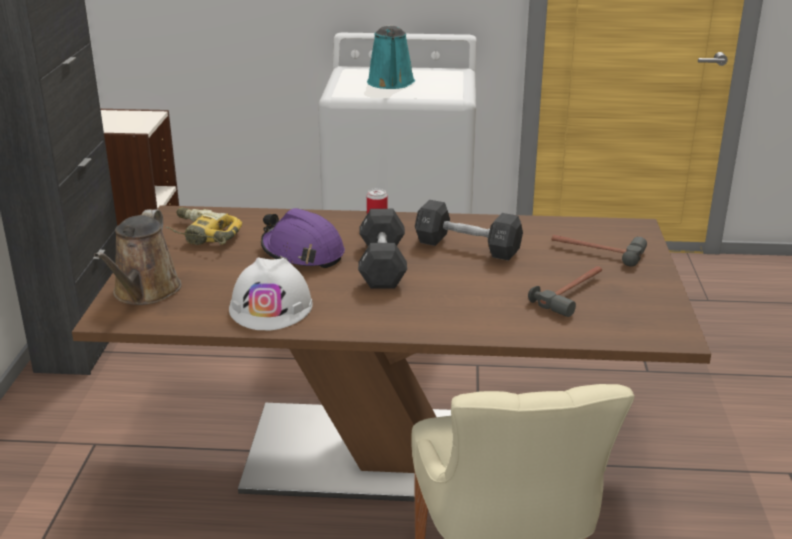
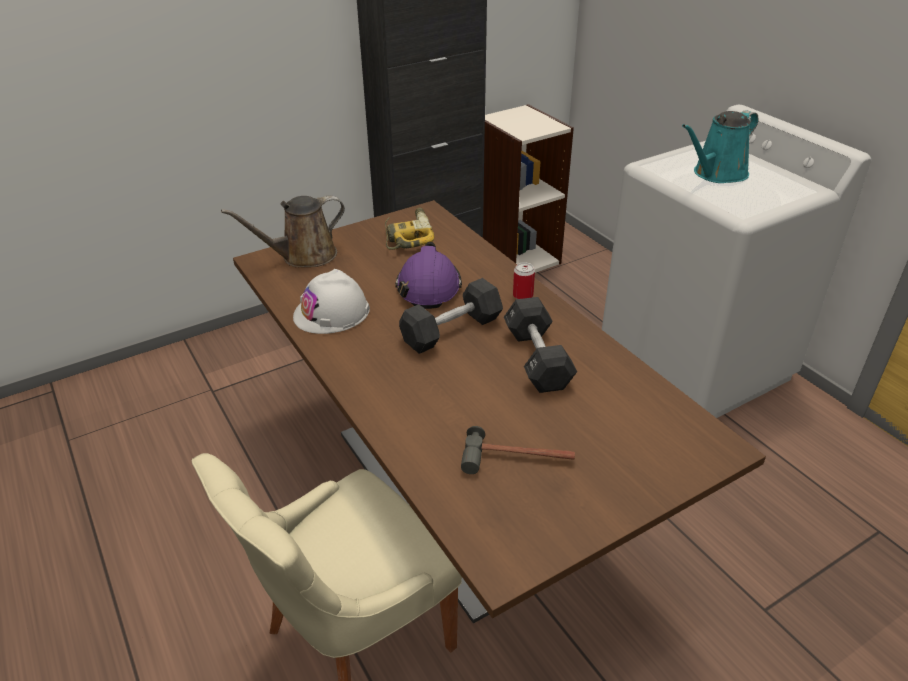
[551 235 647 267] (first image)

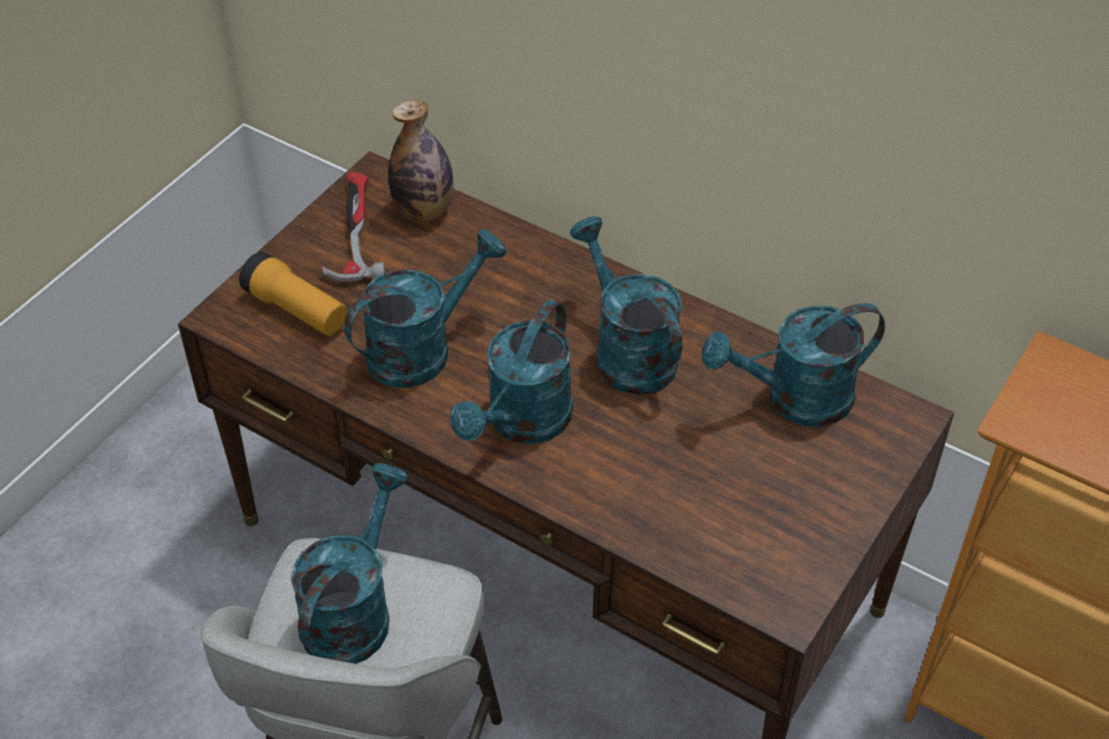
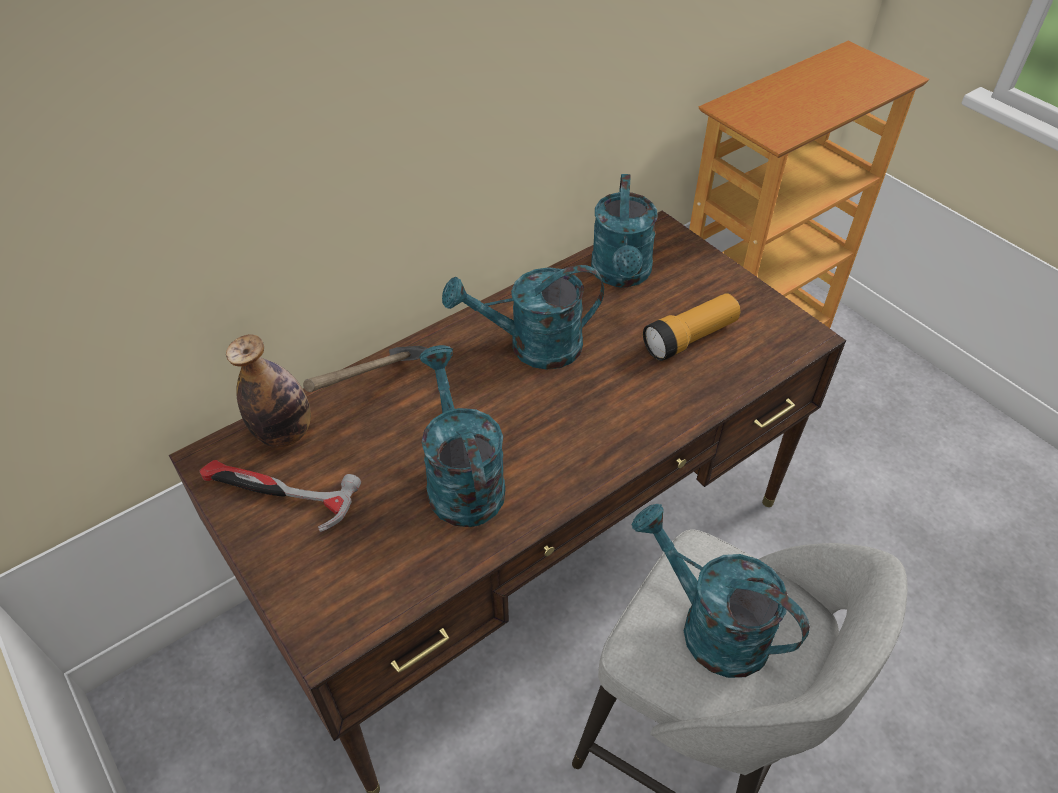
[303 346 428 392]
[643 293 741 361]
[450 300 573 444] (first image)

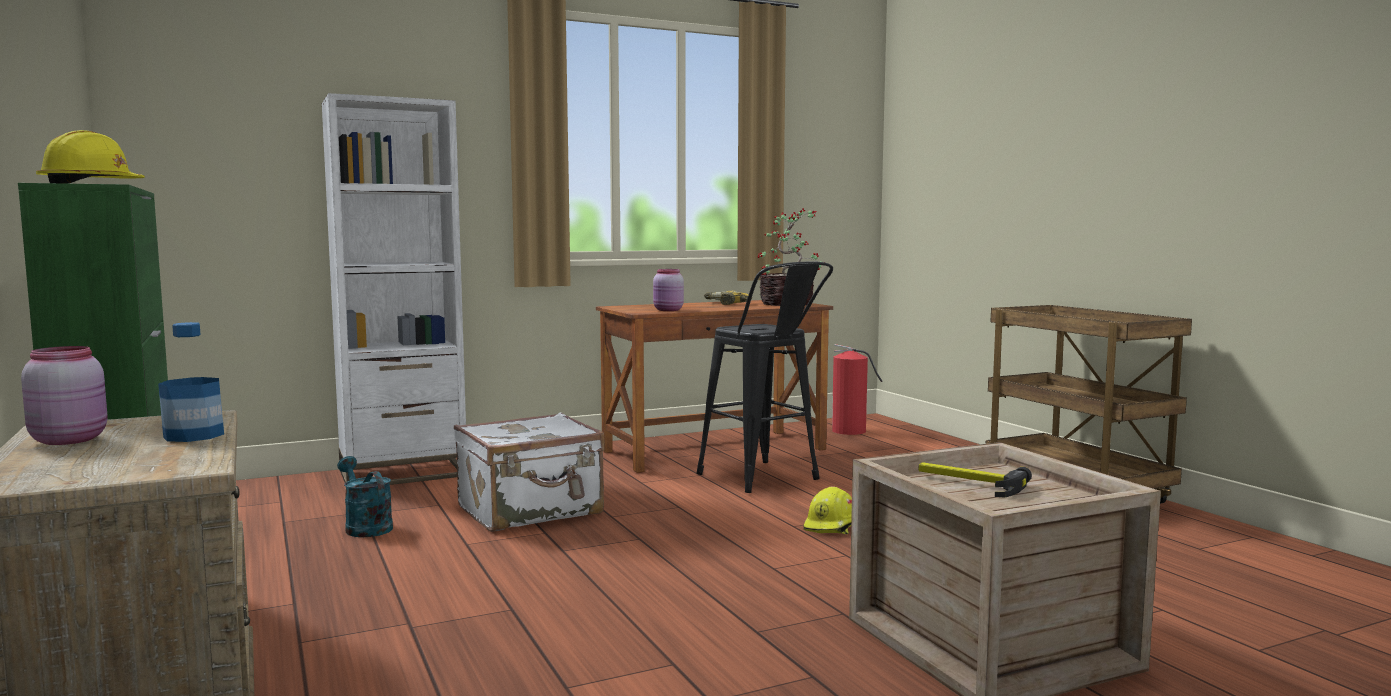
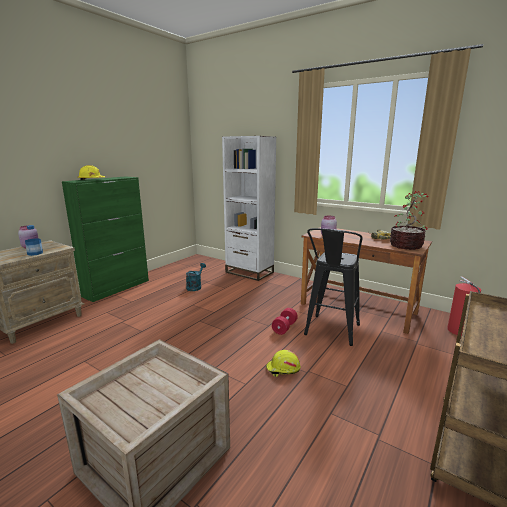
[272 308 298 335]
[454 413 604 532] (first image)
[919 462 1032 498] (first image)

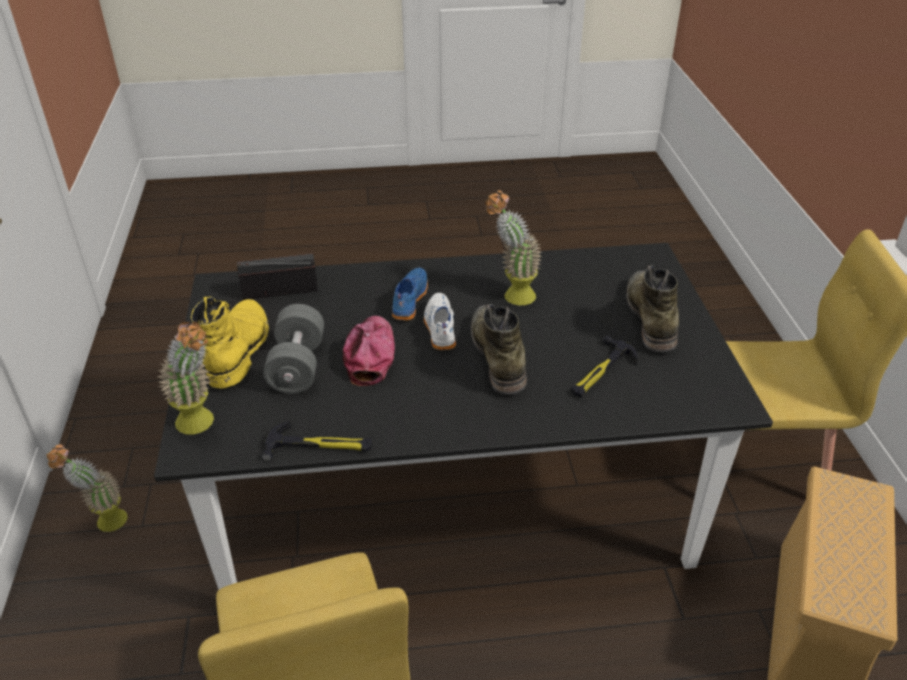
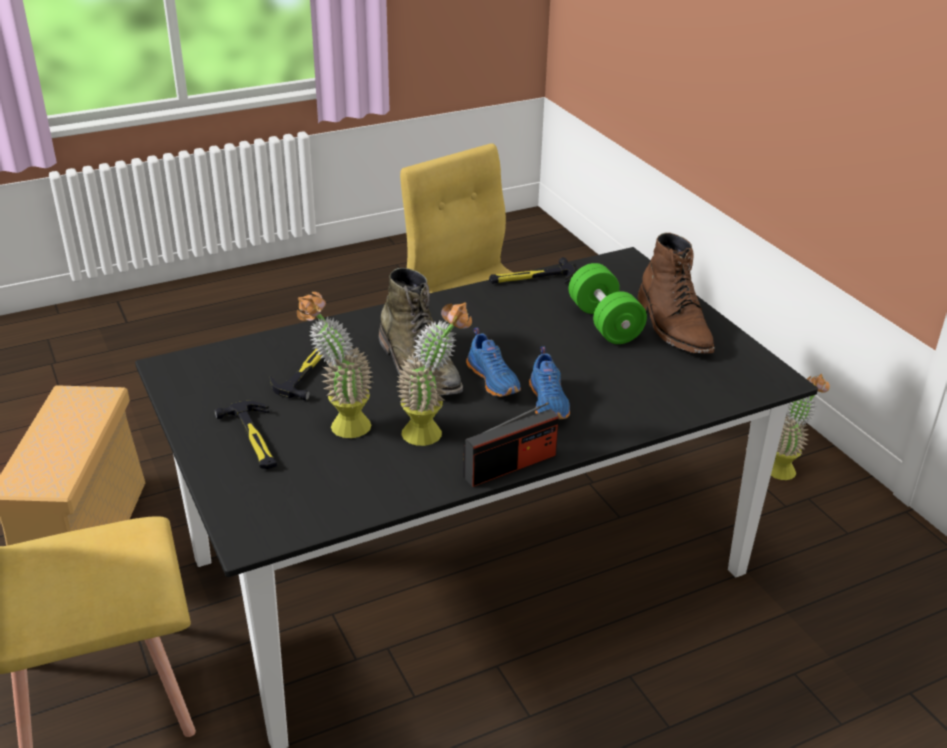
[215 401 277 469]
[297 292 373 438]
[463 402 559 487]
[466 328 521 397]
[569 263 647 344]
[638 233 715 353]
[343 316 395 386] (first image)

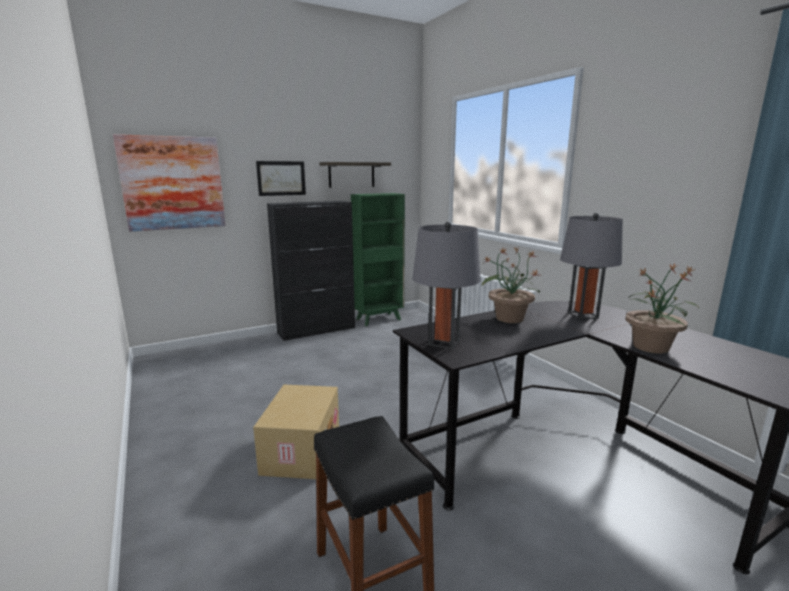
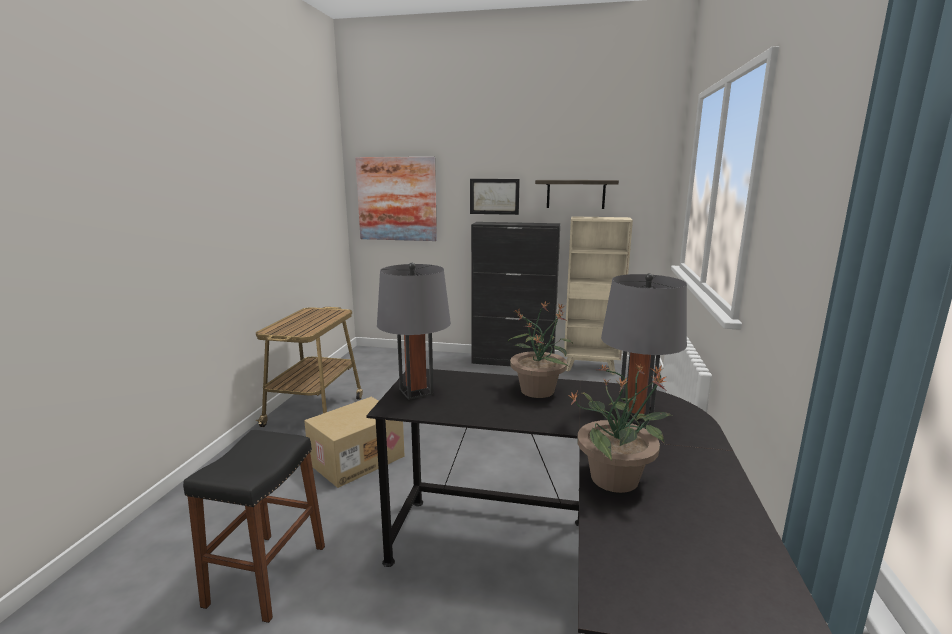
[255 307 363 427]
[564 216 633 375]

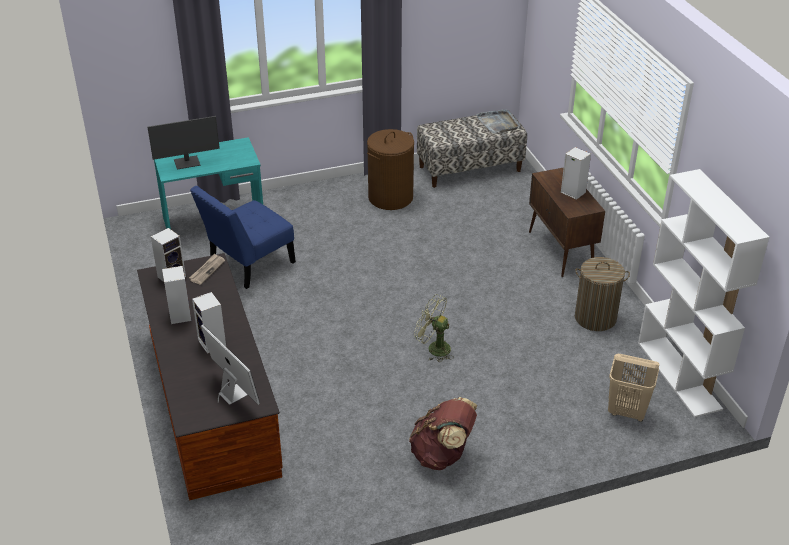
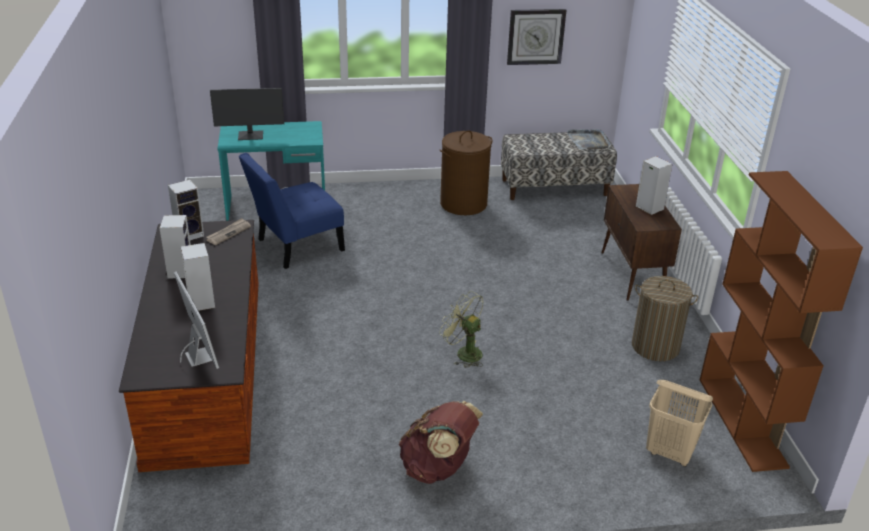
[507 9 566 65]
[700 171 863 472]

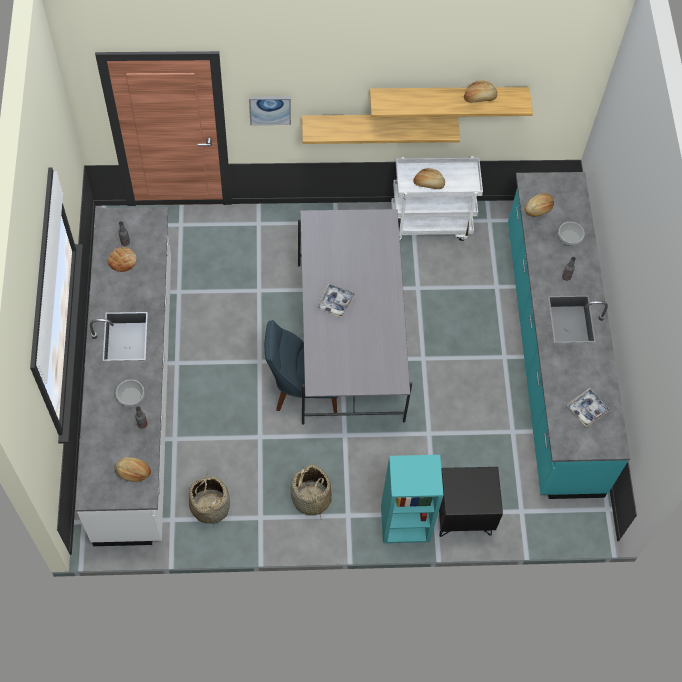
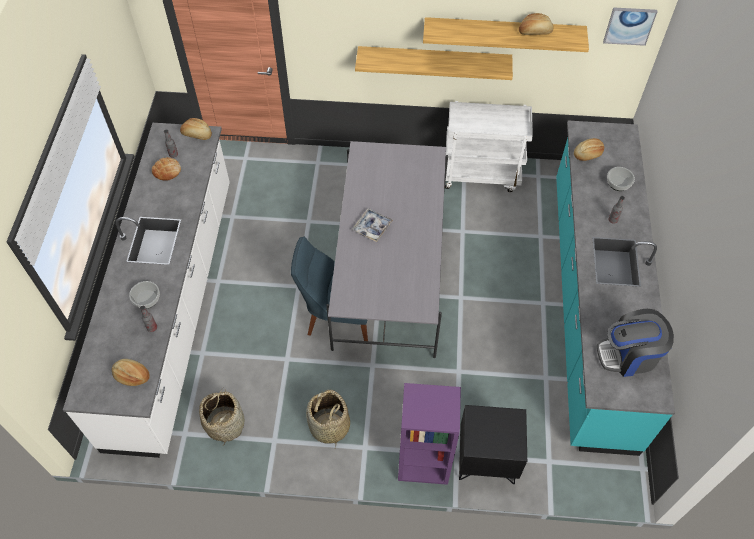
[180 118 212 140]
[398 383 461 485]
[597 309 674 377]
[603 7 658 46]

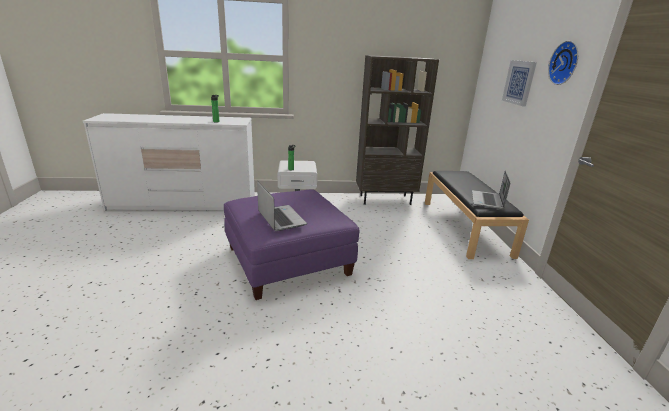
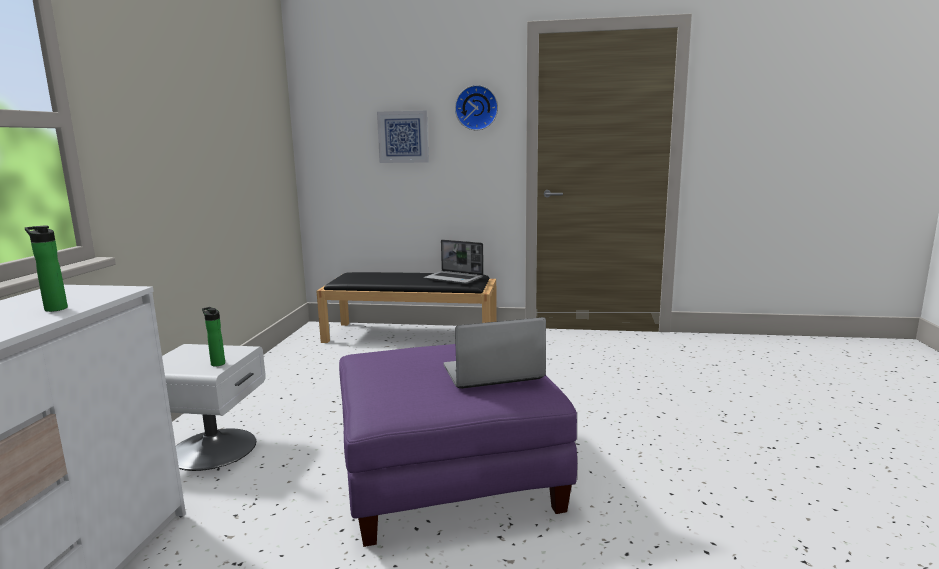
[356 55 439 205] (first image)

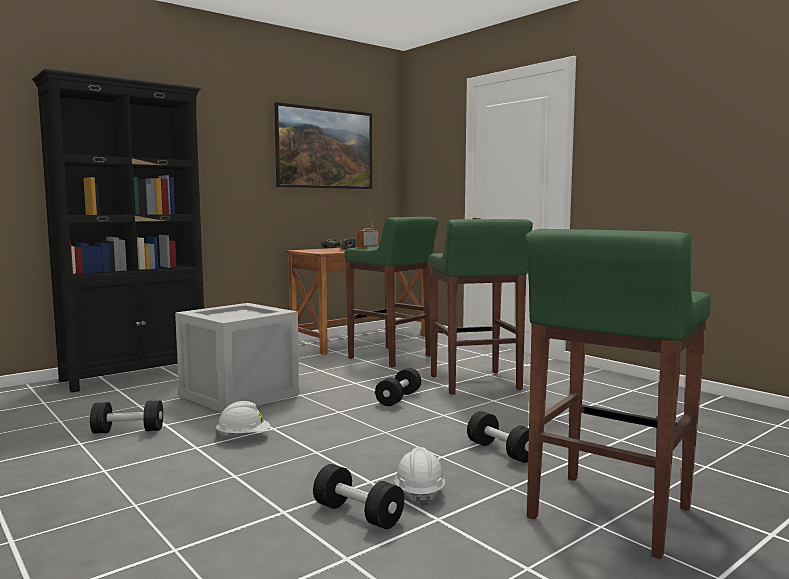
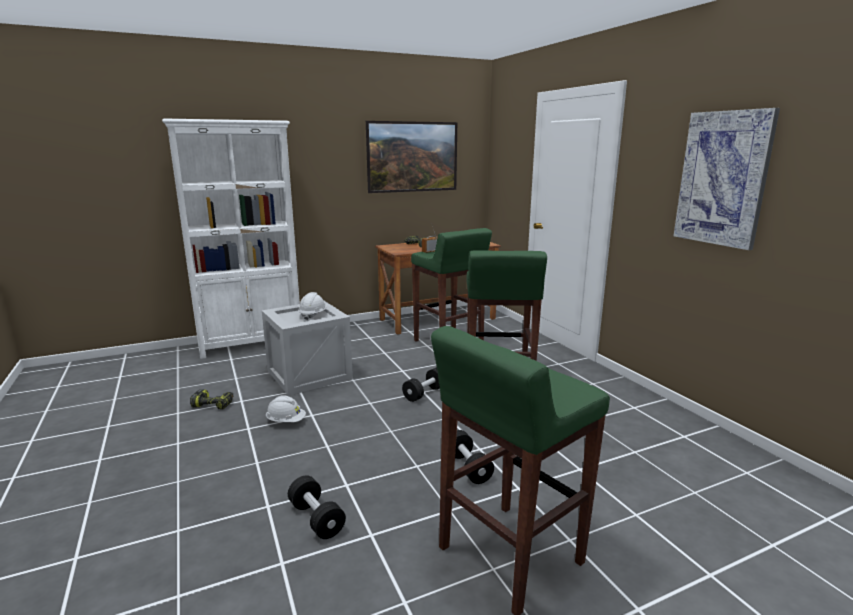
[162 119 300 359]
[190 389 233 409]
[298 292 328 320]
[673 108 780 250]

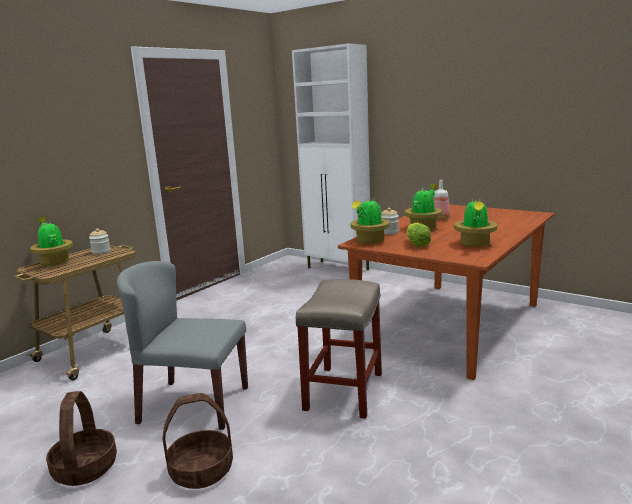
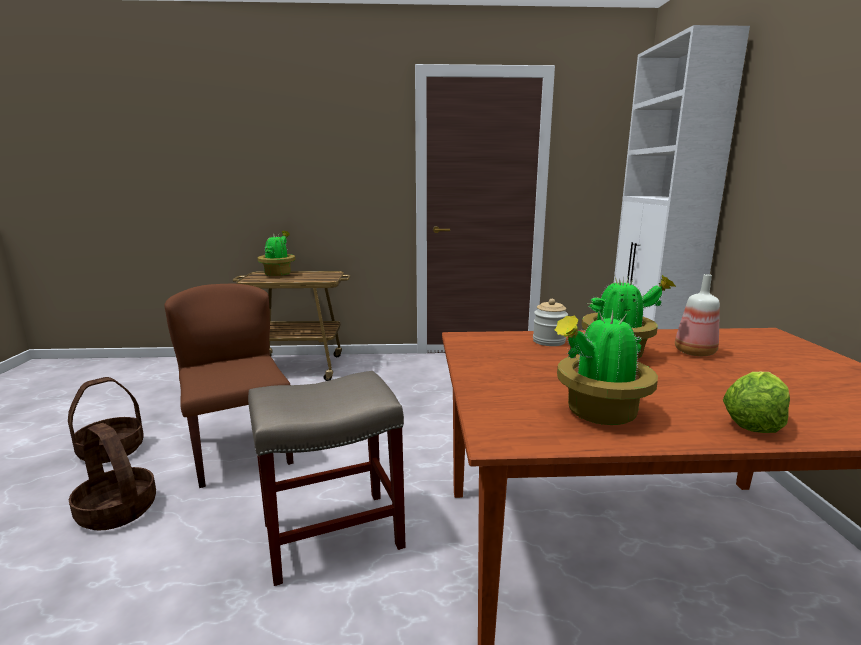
[164 283 294 488]
[723 372 790 433]
[89 228 111 255] (first image)
[350 196 390 244] (first image)

